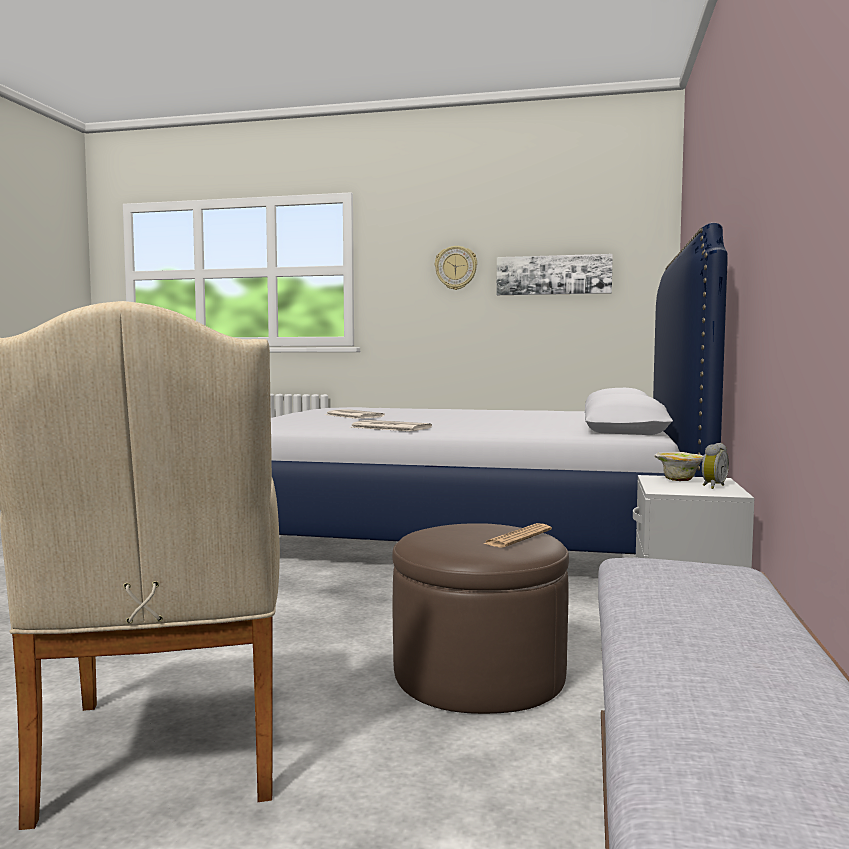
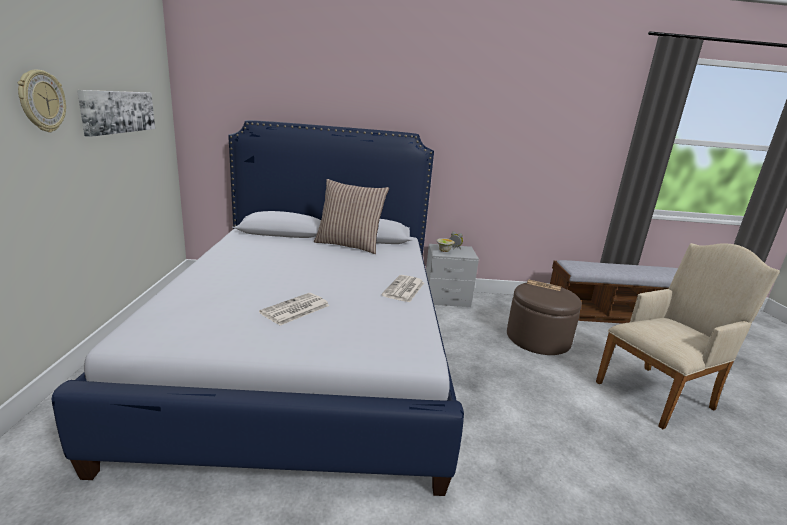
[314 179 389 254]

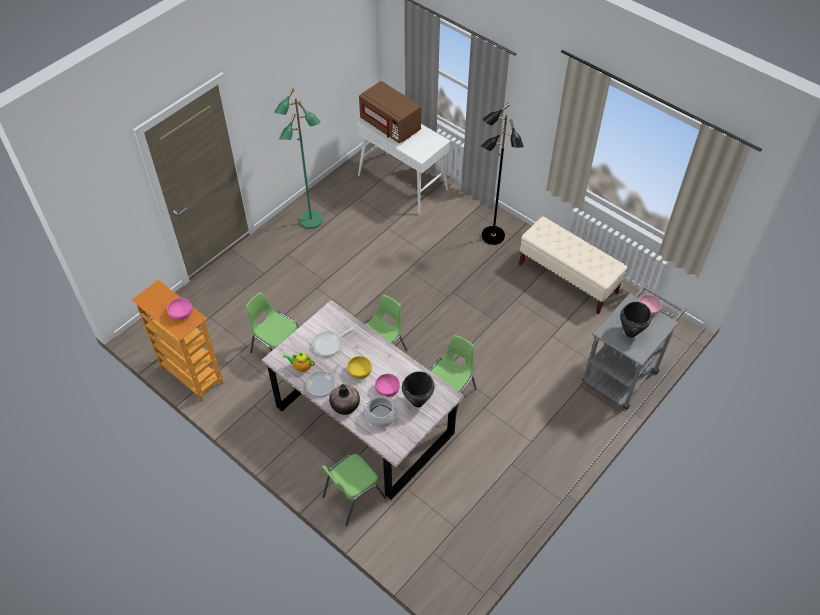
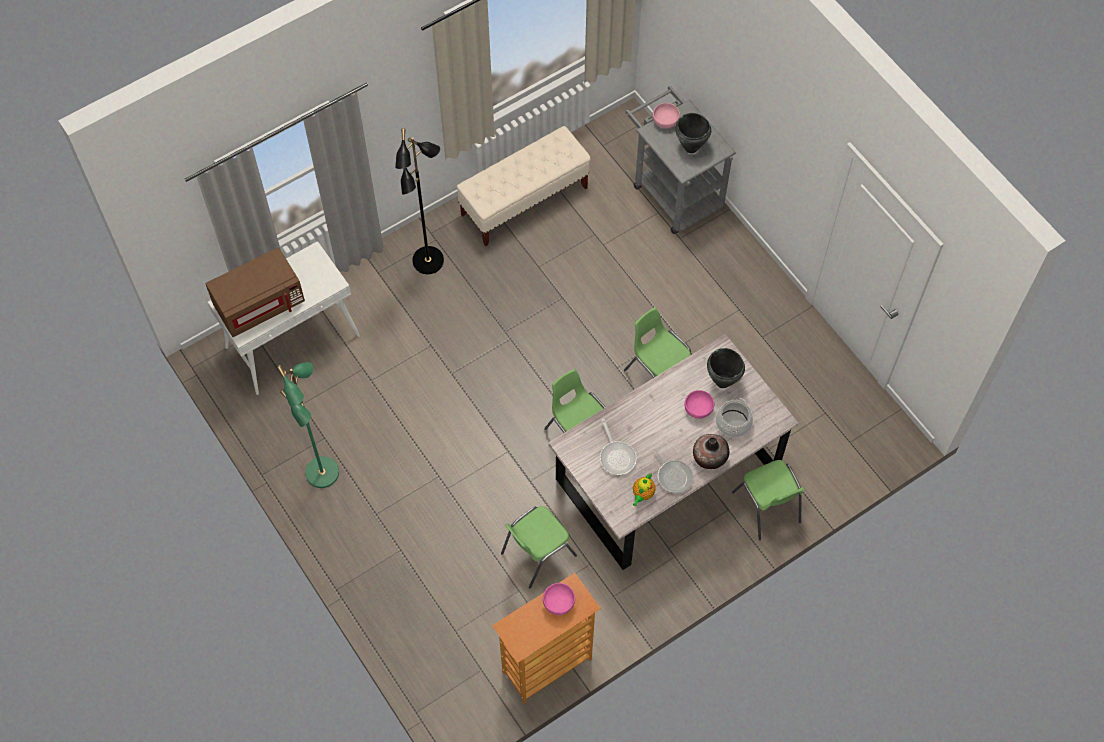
[347 356 372 379] (first image)

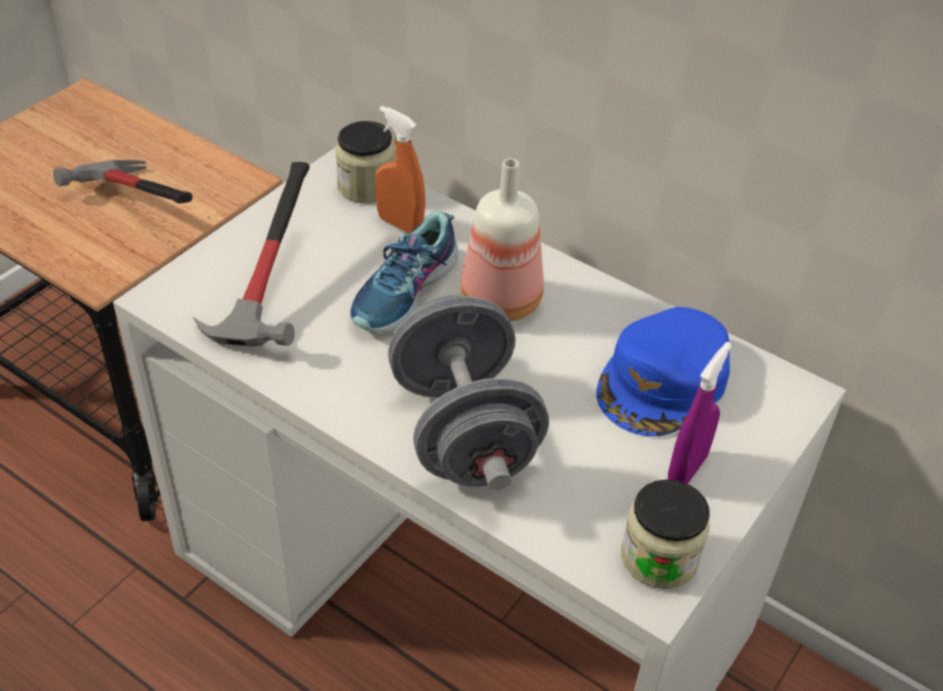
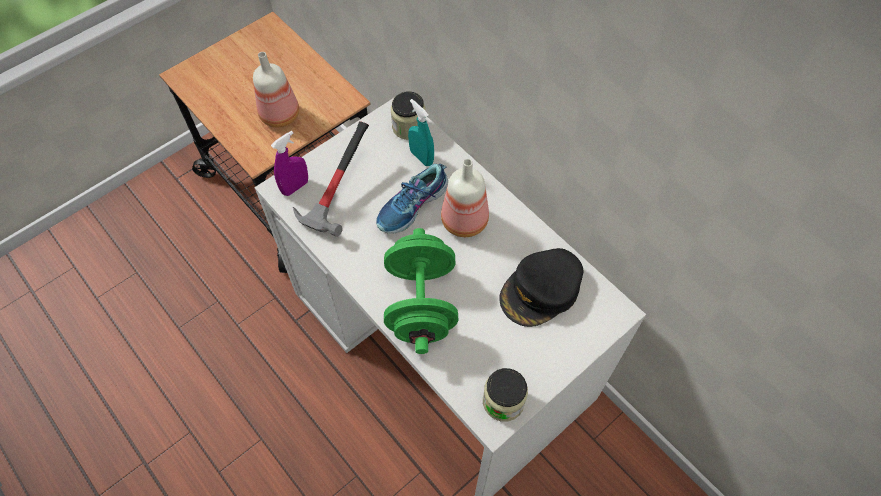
[253 52 299 128]
[271 131 308 196]
[384 228 458 354]
[408 99 434 166]
[499 248 583 327]

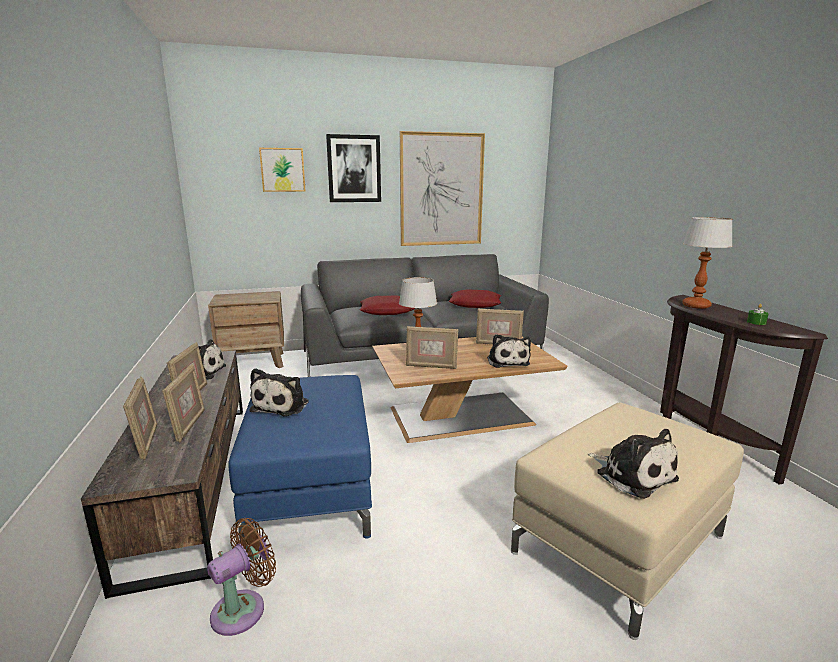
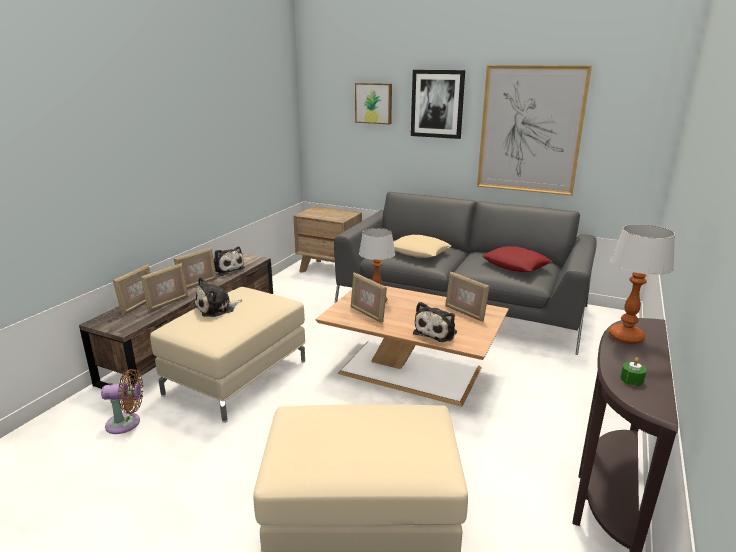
[150 287 305 423]
[393 235 451 258]
[588 429 679 499] (first image)

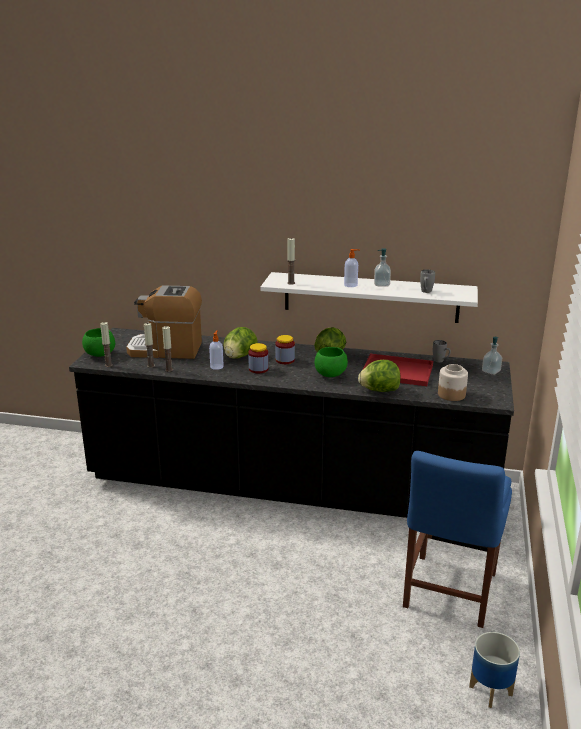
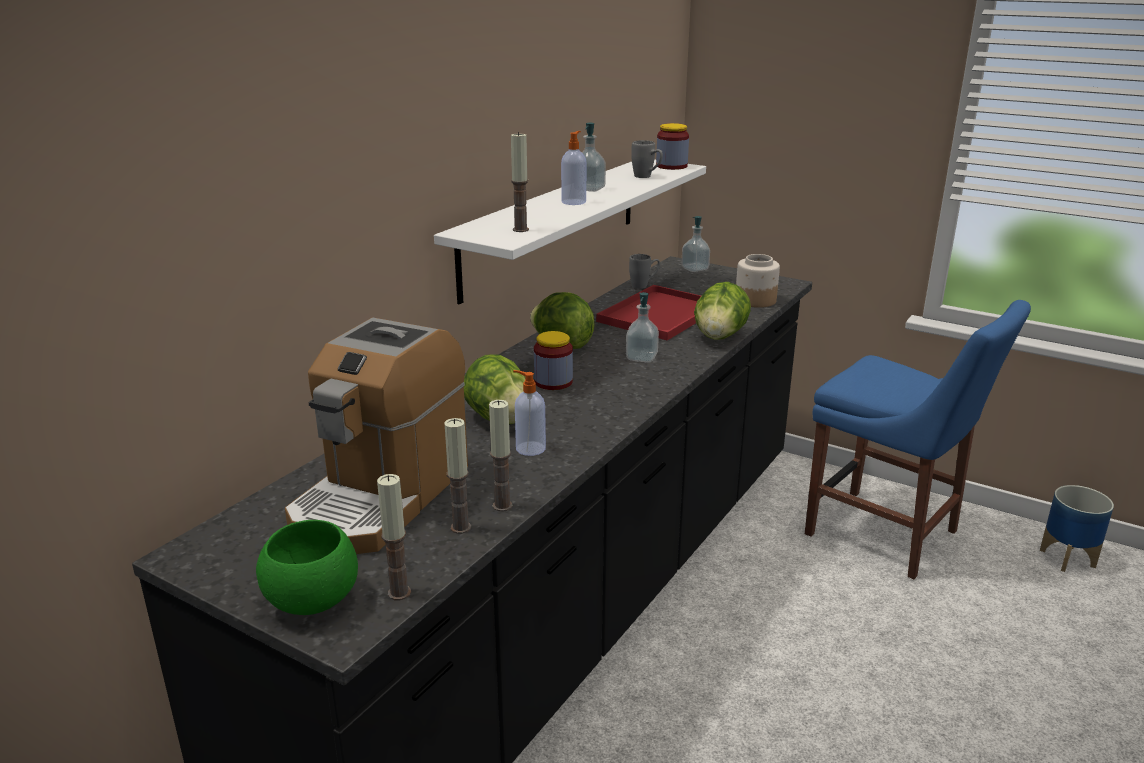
[626 292 659 363]
[656 123 689 170]

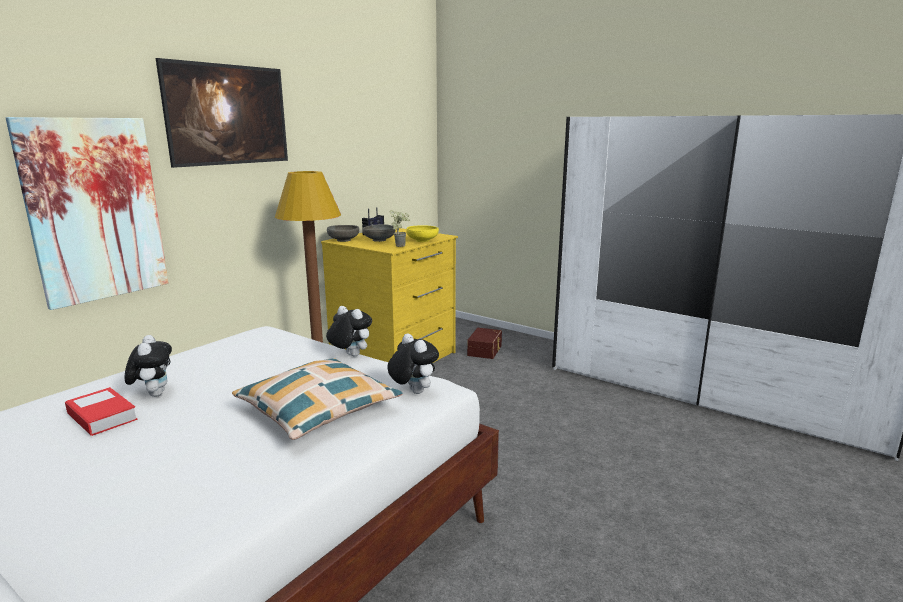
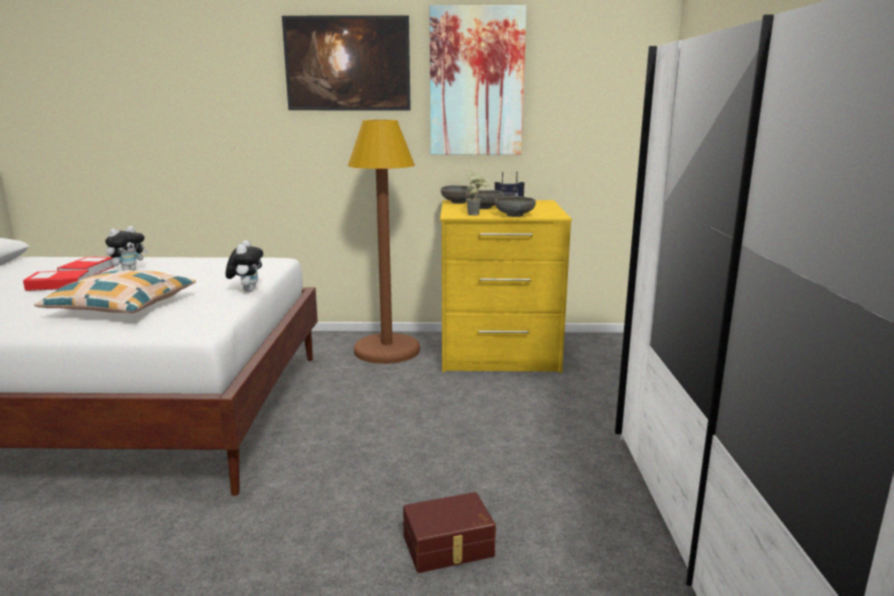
[23 270 89 291]
[403 492 496 573]
[430 5 527 155]
[495 196 536 217]
[388 333 439 394] (first image)

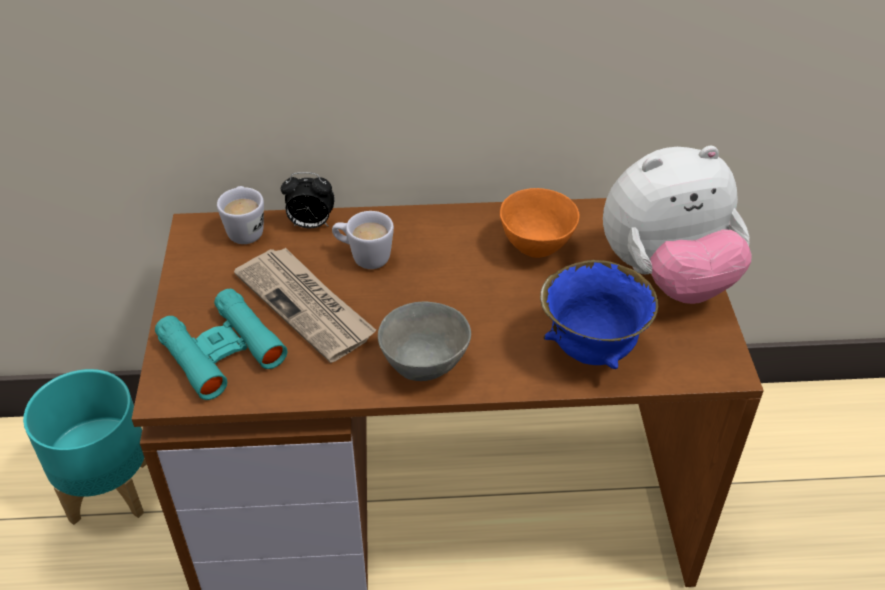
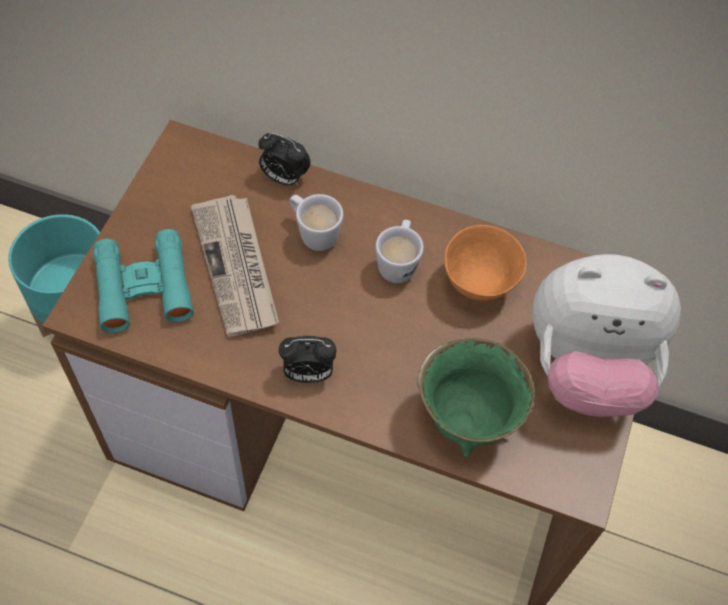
[279 336 336 383]
[376 220 424 283]
[417 338 535 457]

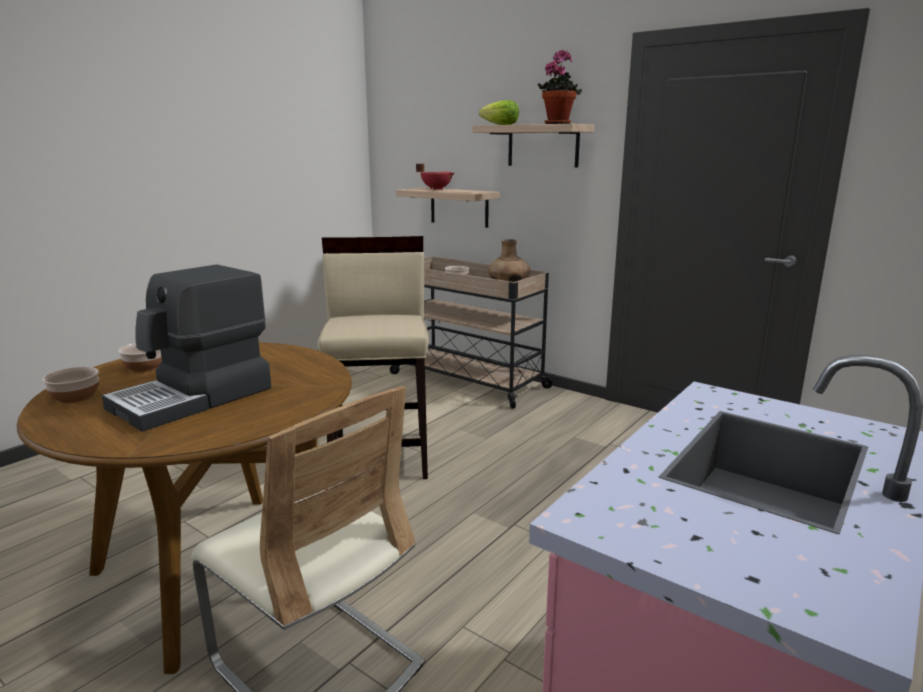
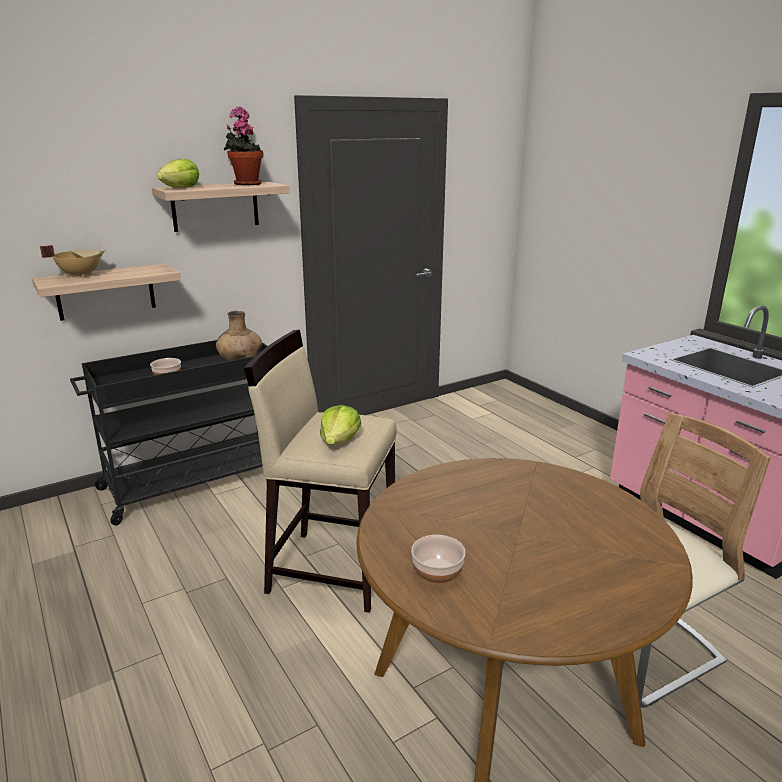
[40 245 105 278]
[70 340 267 525]
[320 405 361 445]
[43 367 99 403] (first image)
[102 264 271 432] (first image)

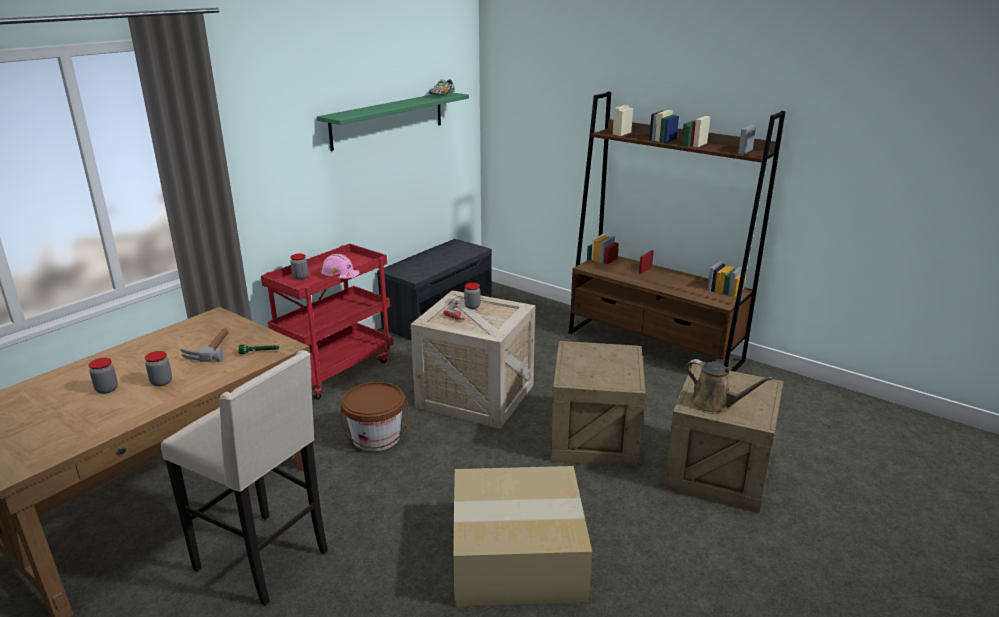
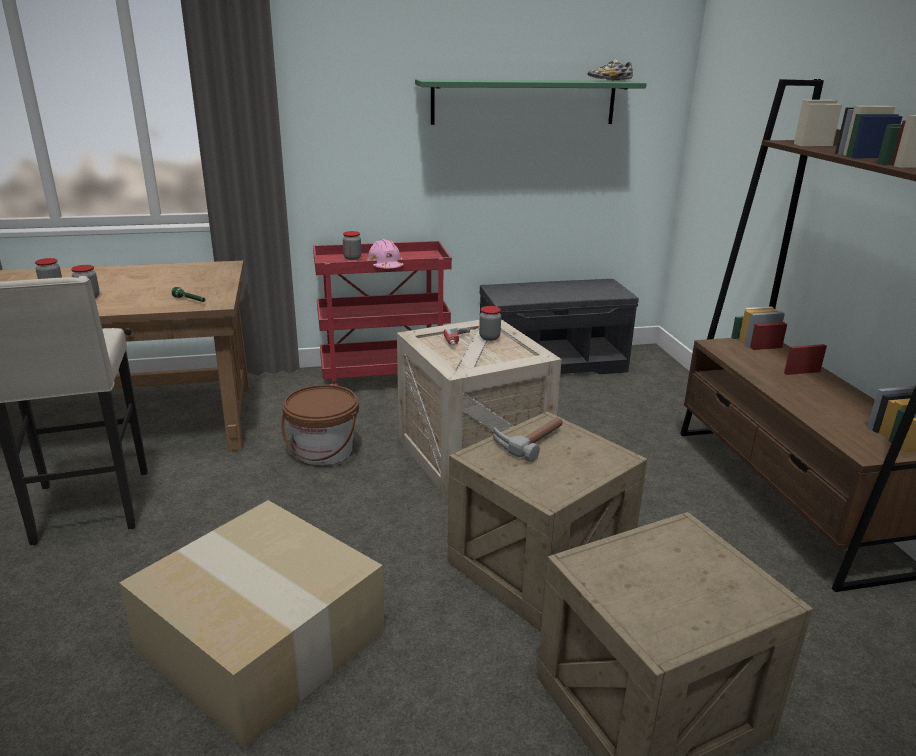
[493 417 563 462]
[685 359 774 414] (first image)

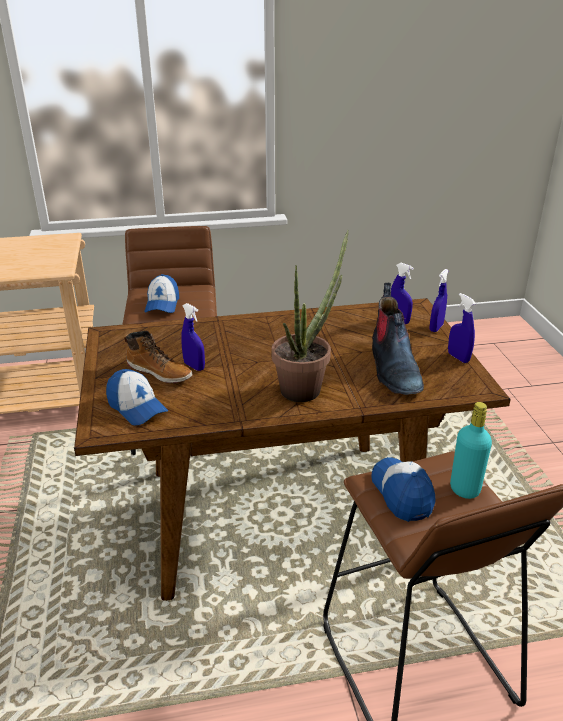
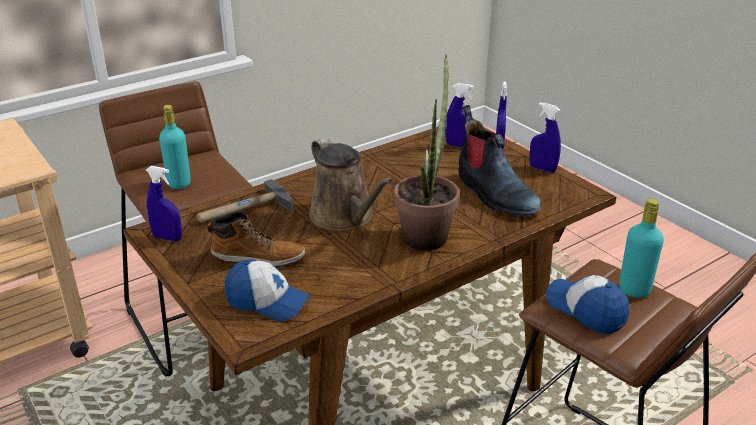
[146 166 182 241]
[159 105 191 189]
[197 179 294 223]
[309 137 393 231]

